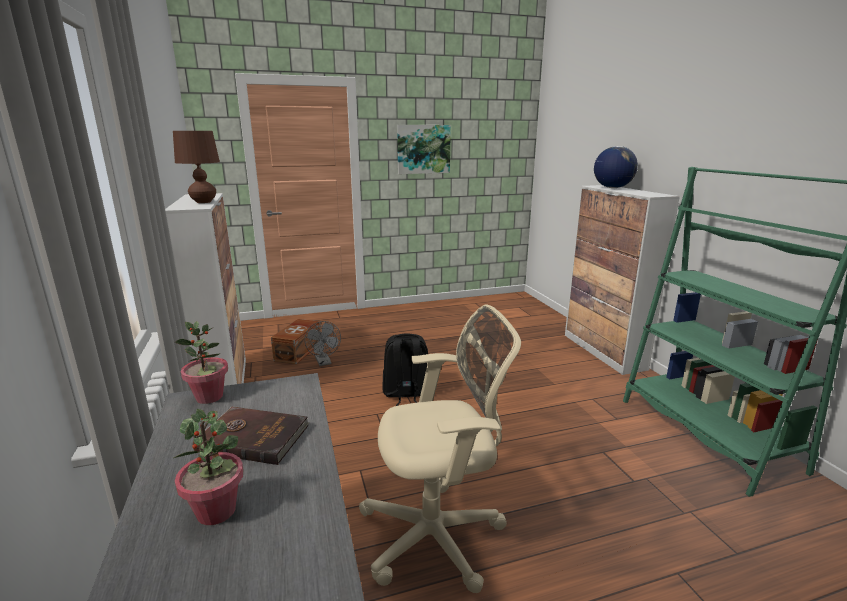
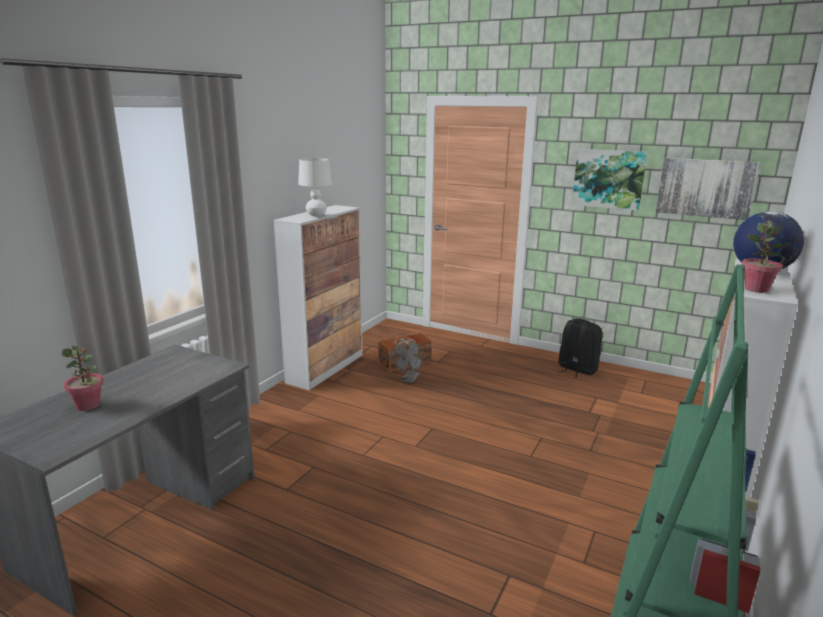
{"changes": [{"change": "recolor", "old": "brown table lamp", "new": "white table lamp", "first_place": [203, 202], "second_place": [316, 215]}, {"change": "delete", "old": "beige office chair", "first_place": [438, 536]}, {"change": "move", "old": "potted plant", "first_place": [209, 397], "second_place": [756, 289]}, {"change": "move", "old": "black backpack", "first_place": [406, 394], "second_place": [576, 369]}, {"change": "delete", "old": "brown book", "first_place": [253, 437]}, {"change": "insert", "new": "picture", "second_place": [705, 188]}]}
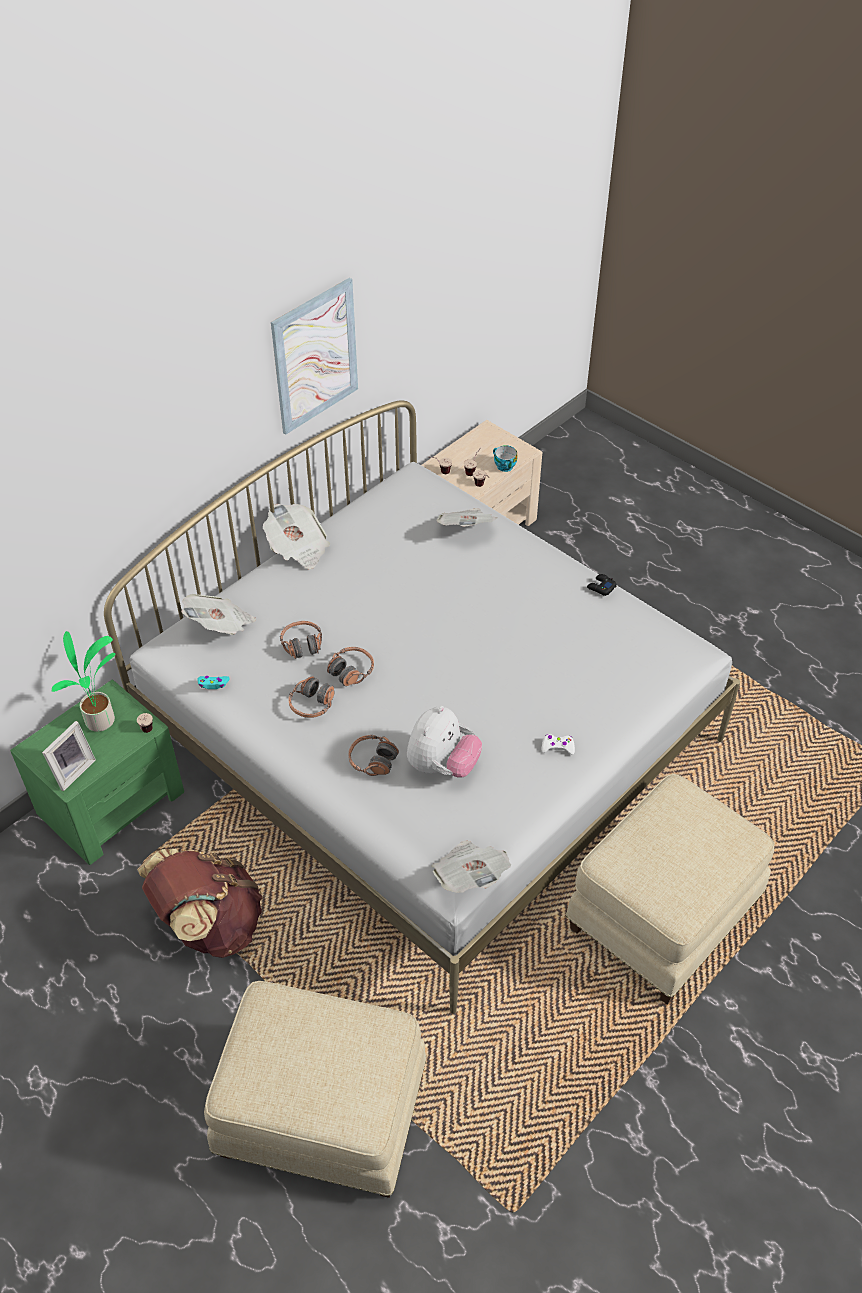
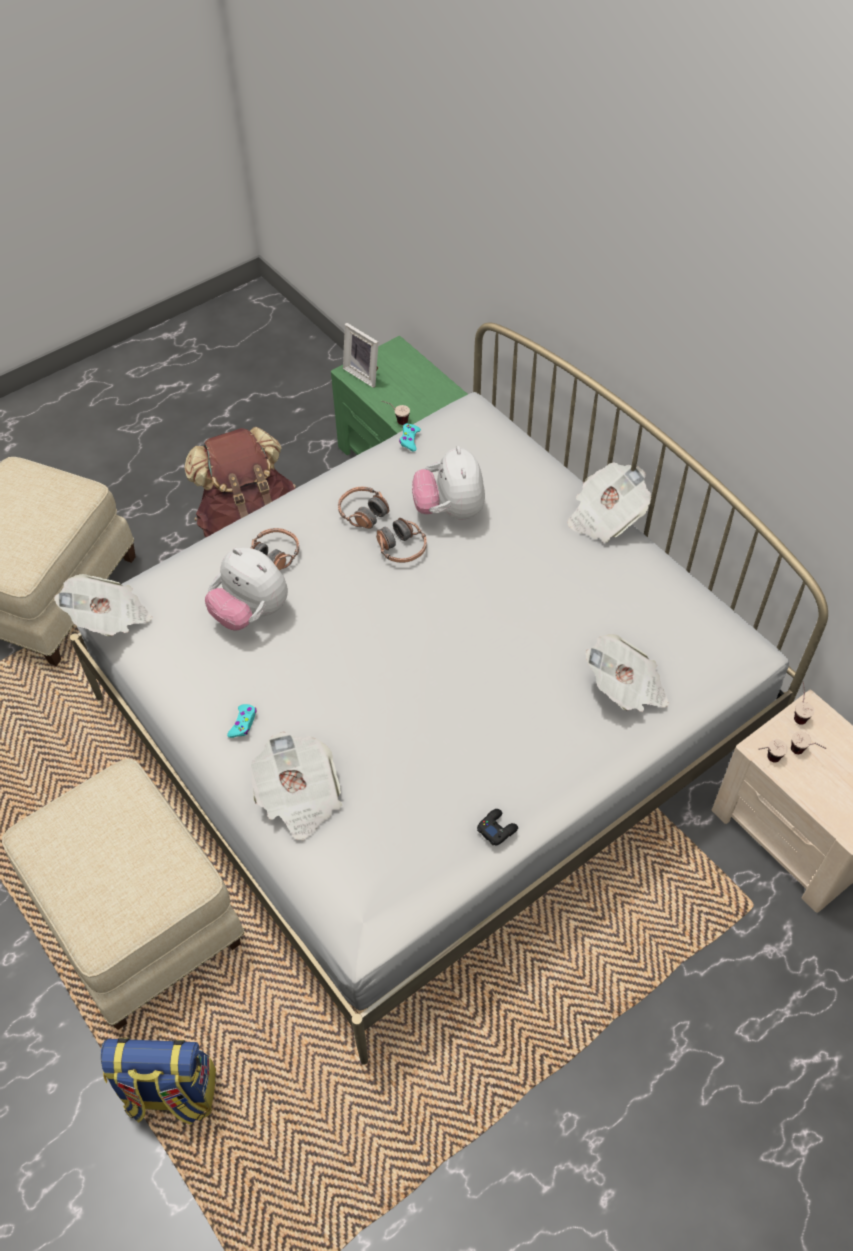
{"changes": [{"change": "delete", "old": "picture", "first_place": [315, 356]}, {"change": "delete", "old": "cup", "first_place": [503, 466]}, {"change": "move", "old": "newspaper", "first_place": [221, 626], "second_place": [299, 798]}, {"change": "replace", "old": "headphones", "new": "plush toy", "first_place": [302, 644], "second_place": [449, 510]}, {"change": "delete", "old": "potted plant", "first_place": [102, 721]}, {"change": "recolor", "old": "white game controller", "new": "turquoise game controller", "first_place": [557, 747], "second_place": [243, 723]}, {"change": "insert", "new": "backpack", "second_place": [170, 1093]}]}
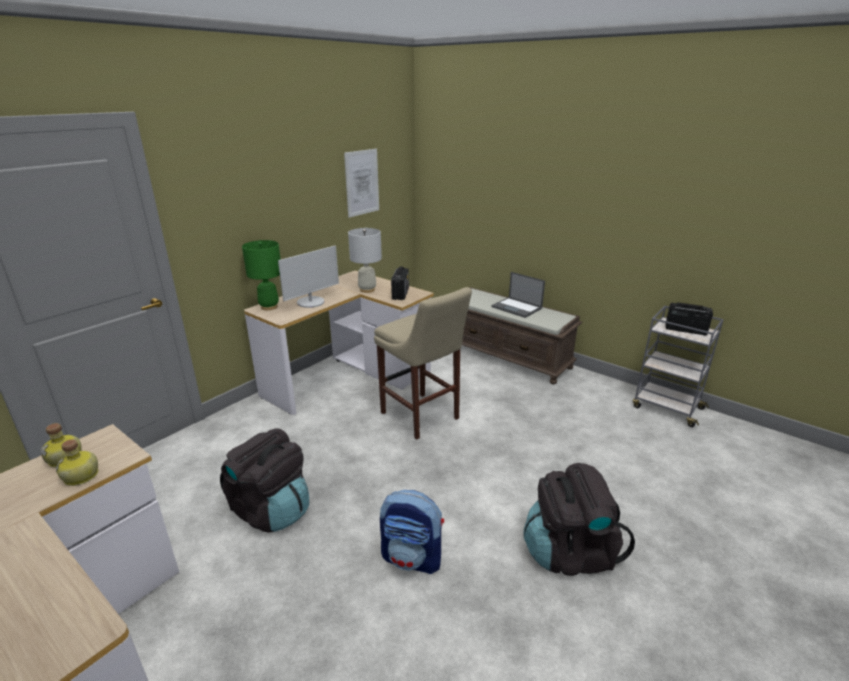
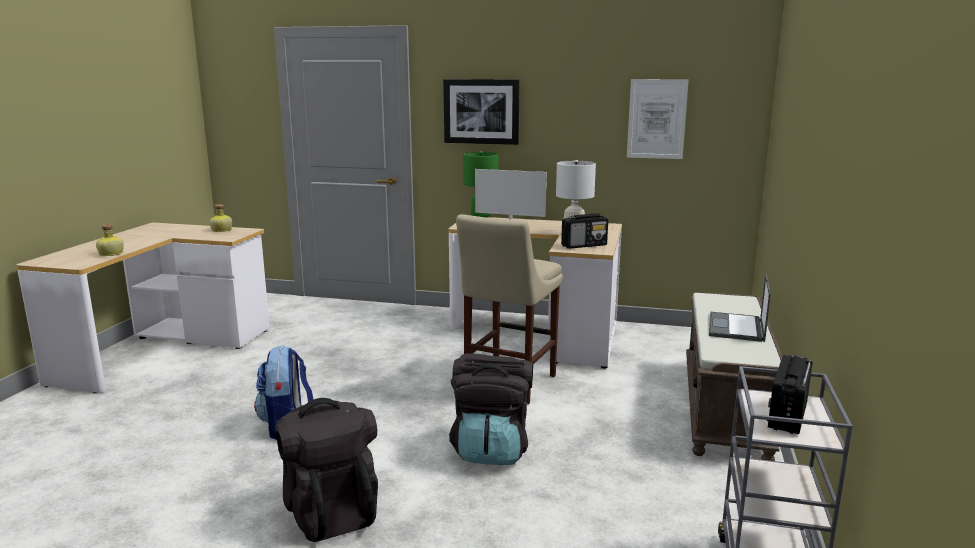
{"changes": [{"change": "rotate", "old": "radio", "first_place": [685, 330], "second_place": [787, 416], "degrees": -150}, {"change": "move", "old": "black backpack", "first_place": [271, 510], "second_place": [492, 449]}, {"change": "move", "old": "bottle", "first_place": [82, 476], "second_place": [110, 254]}, {"change": "insert", "new": "picture", "second_place": [481, 111]}]}
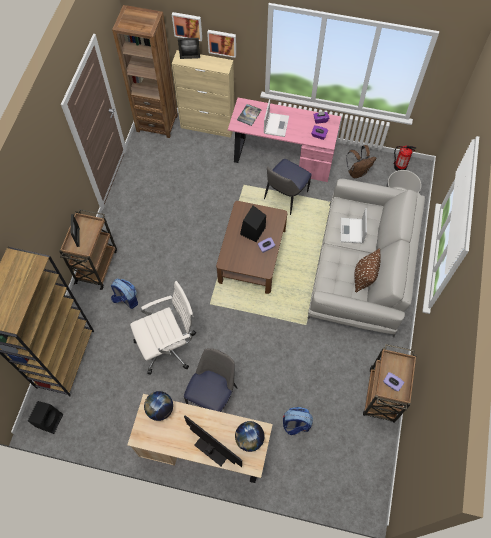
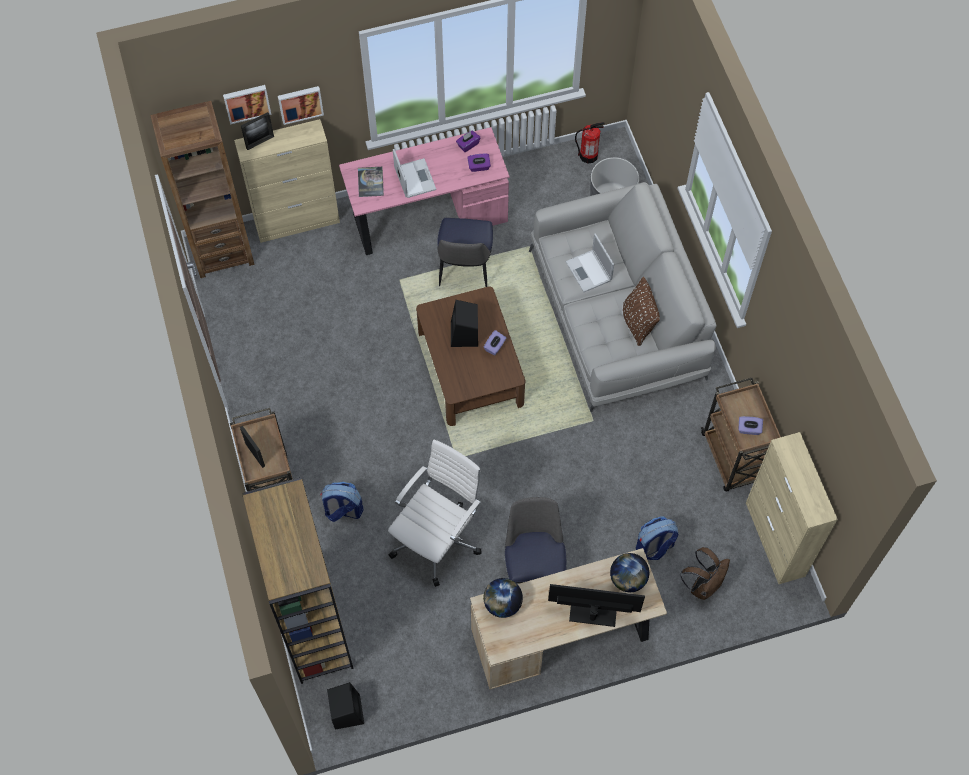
{"changes": [{"change": "move", "old": "brown backpack", "first_place": [357, 172], "second_place": [703, 584]}, {"change": "insert", "new": "beige cabinet", "second_place": [775, 540]}]}
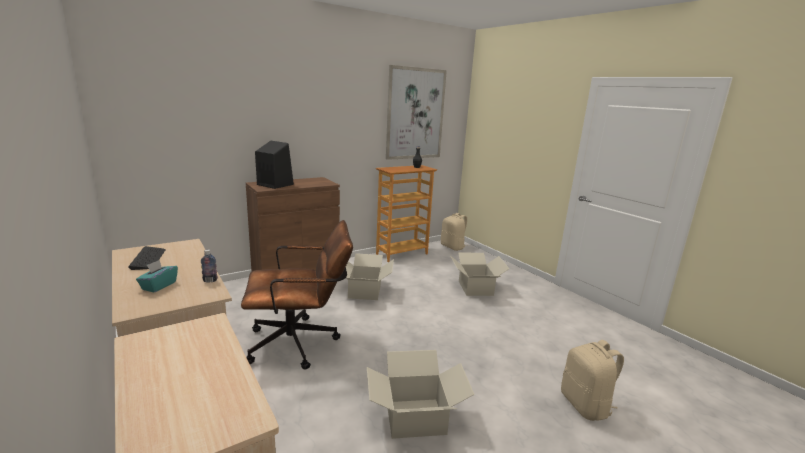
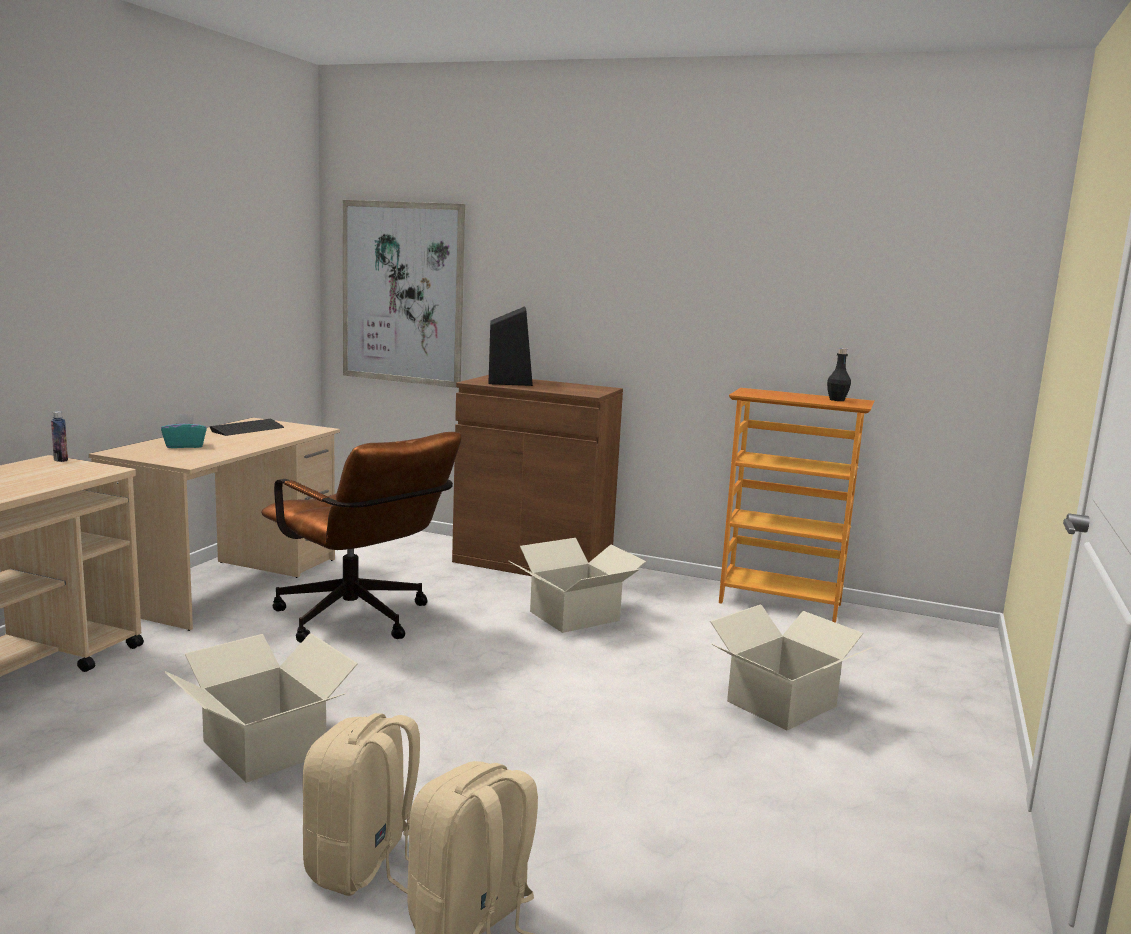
{"changes": [{"change": "move", "old": "picture", "first_place": [415, 114], "second_place": [403, 293]}, {"change": "move", "old": "beige backpack", "first_place": [453, 247], "second_place": [363, 866]}, {"change": "move", "old": "bottle", "first_place": [210, 280], "second_place": [60, 460]}]}
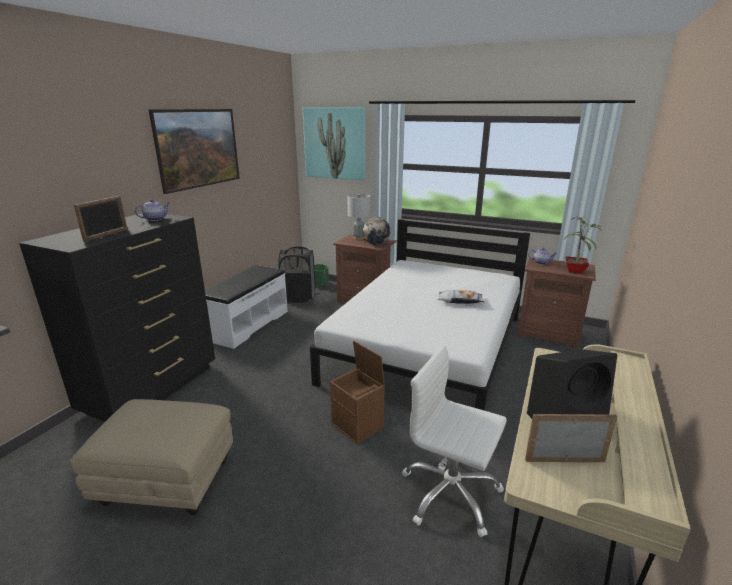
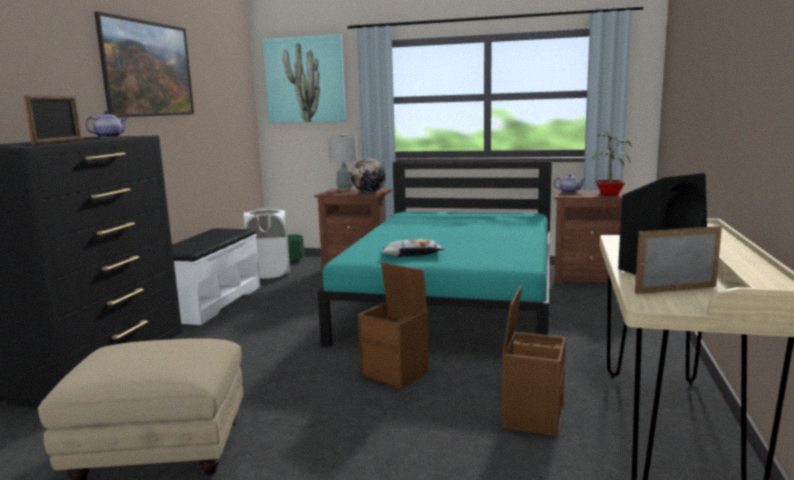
{"changes": [{"change": "recolor", "old": "white bed", "new": "turquoise bed", "first_place": [428, 348], "second_place": [454, 302]}, {"change": "recolor", "old": "black laundry basket", "new": "white laundry basket", "first_place": [299, 297], "second_place": [269, 273]}, {"change": "move", "old": "pillow", "first_place": [460, 301], "second_place": [412, 254]}, {"change": "replace", "old": "white office chair", "new": "brown storage box", "first_place": [450, 494], "second_place": [532, 415]}]}
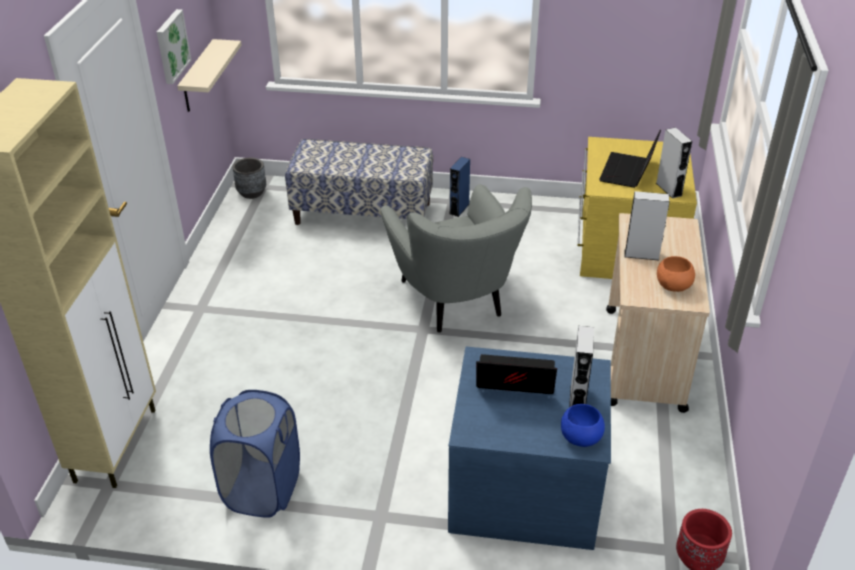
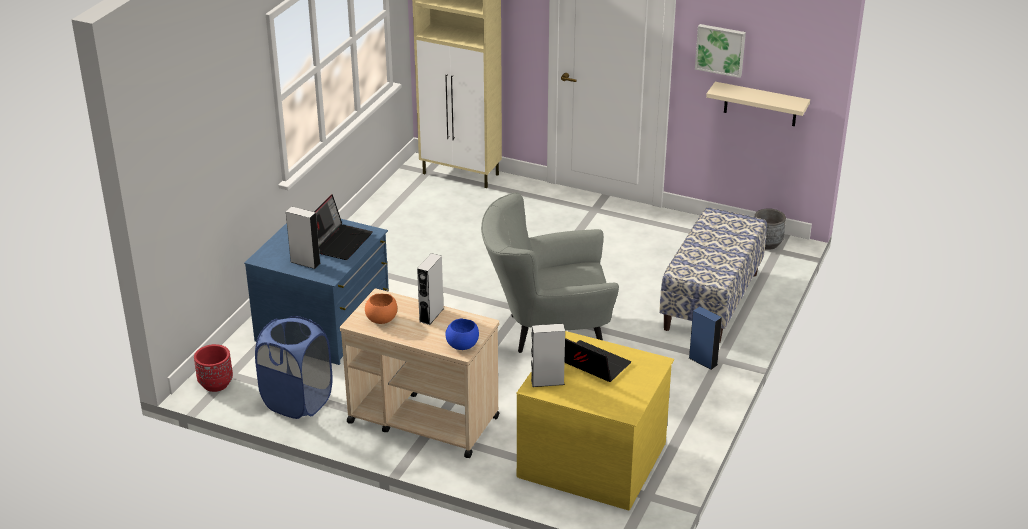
{"changes": [{"change": "move", "old": "blue laundry basket", "first_place": [262, 489], "second_place": [297, 401]}, {"change": "move", "old": "blue bowl", "first_place": [580, 436], "second_place": [463, 345]}]}
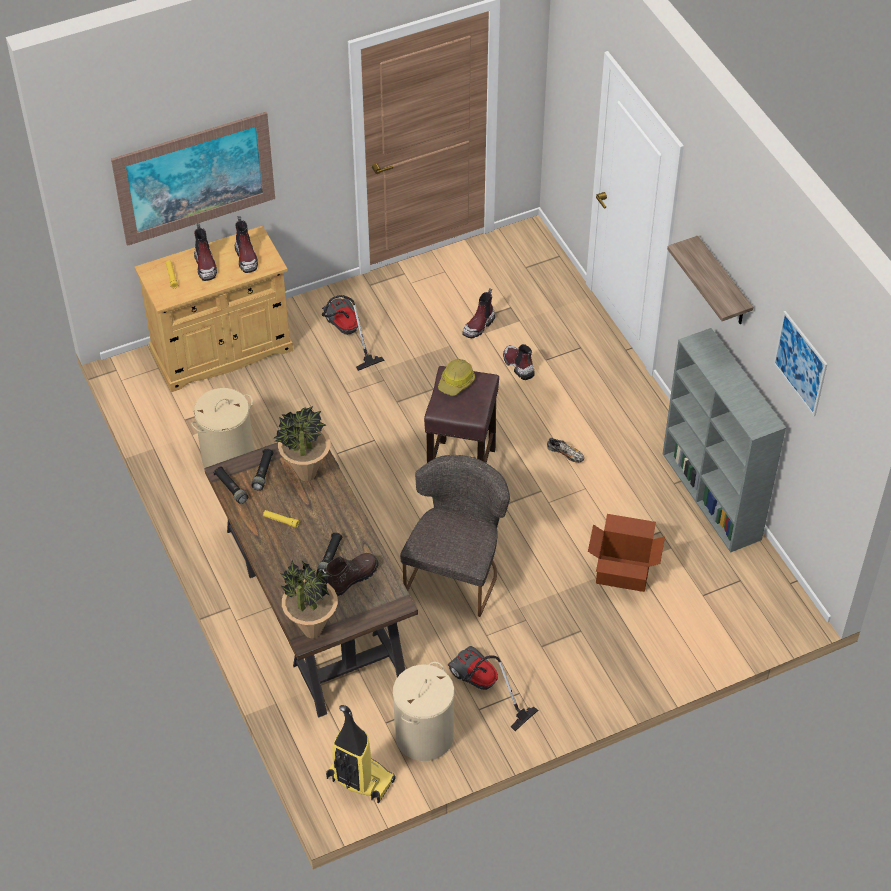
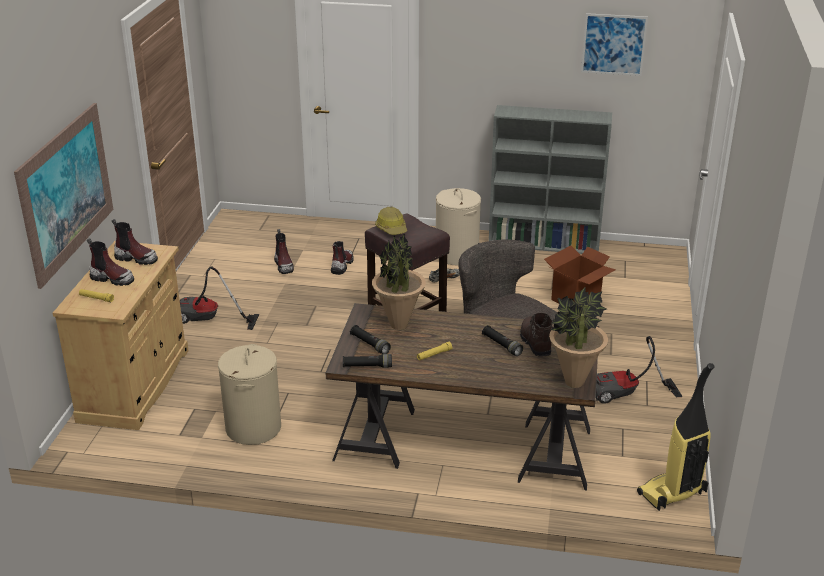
{"changes": [{"change": "delete", "old": "shelf", "first_place": [723, 284]}, {"change": "rotate", "old": "boot", "first_place": [518, 365], "second_place": [342, 265], "degrees": 105}, {"change": "move", "old": "beige laundry basket", "first_place": [424, 735], "second_place": [456, 255]}]}
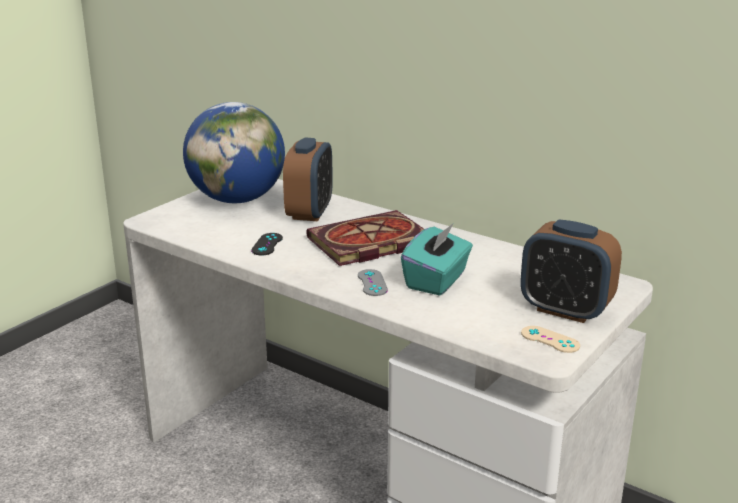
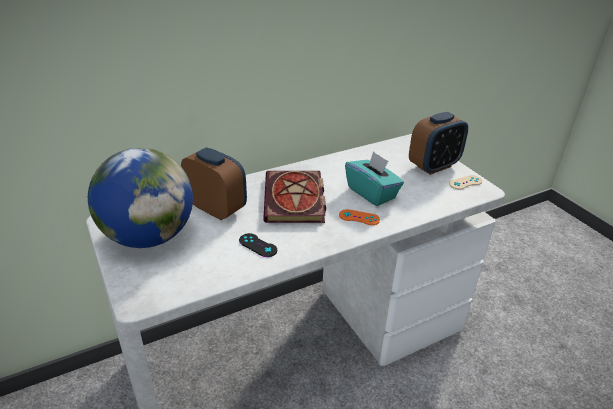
{"changes": [{"change": "recolor", "old": "grey game controller", "new": "orange game controller", "first_place": [372, 283], "second_place": [359, 217]}]}
